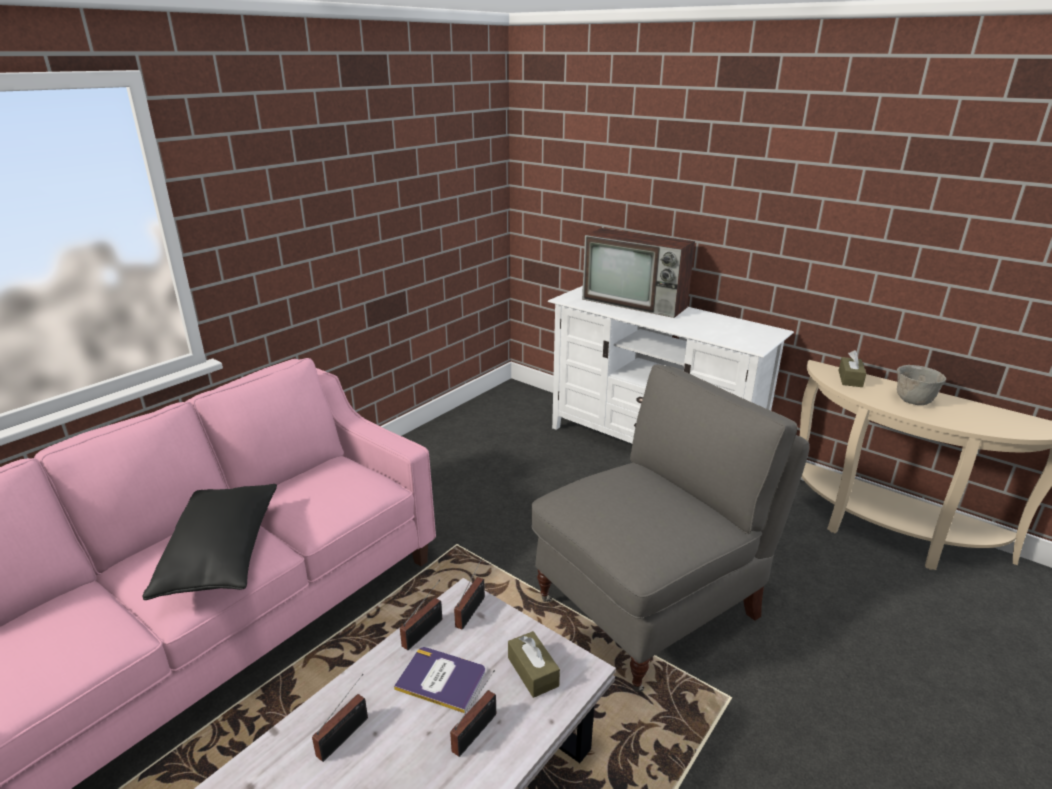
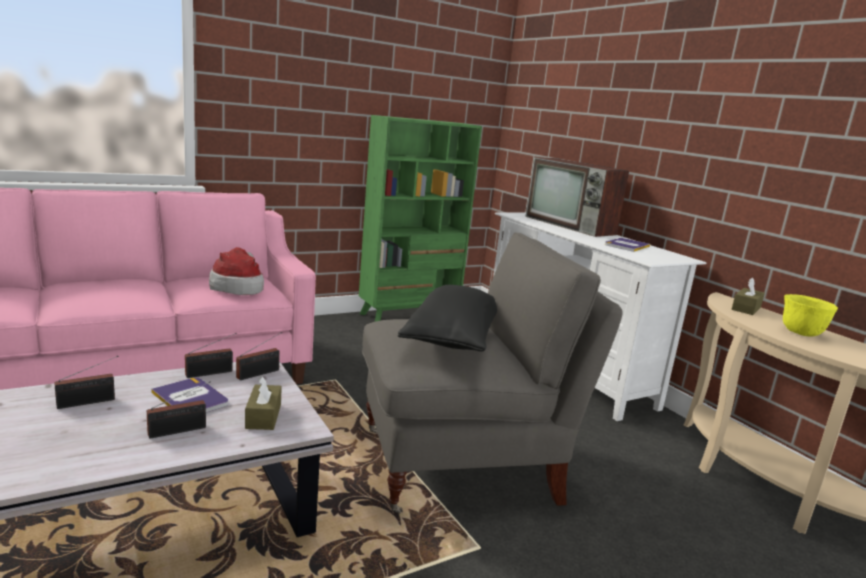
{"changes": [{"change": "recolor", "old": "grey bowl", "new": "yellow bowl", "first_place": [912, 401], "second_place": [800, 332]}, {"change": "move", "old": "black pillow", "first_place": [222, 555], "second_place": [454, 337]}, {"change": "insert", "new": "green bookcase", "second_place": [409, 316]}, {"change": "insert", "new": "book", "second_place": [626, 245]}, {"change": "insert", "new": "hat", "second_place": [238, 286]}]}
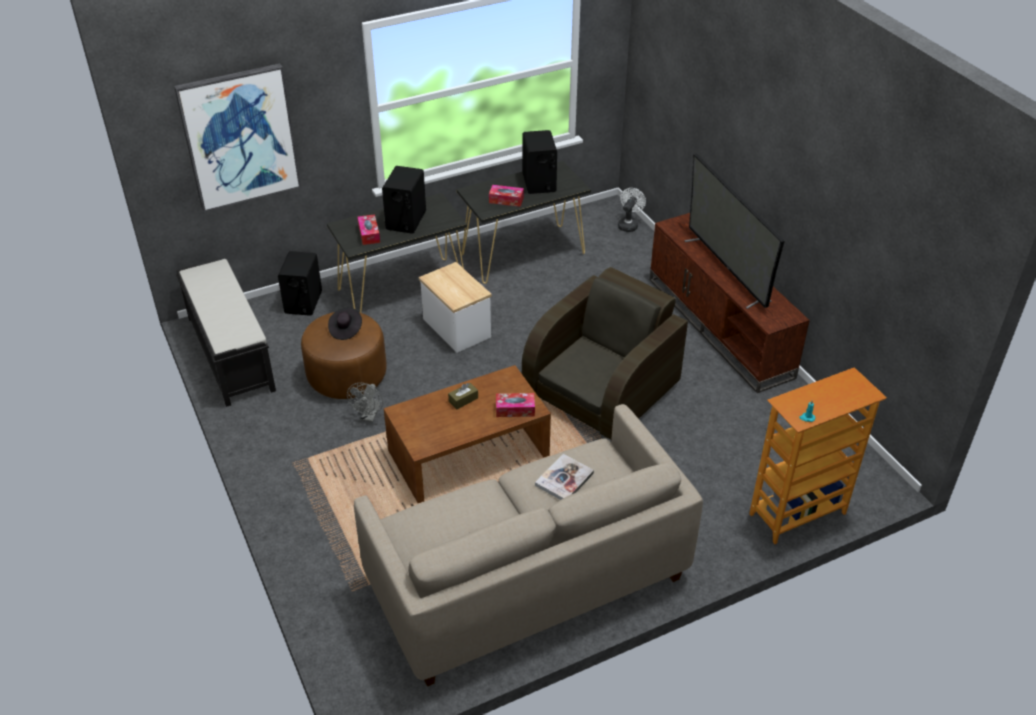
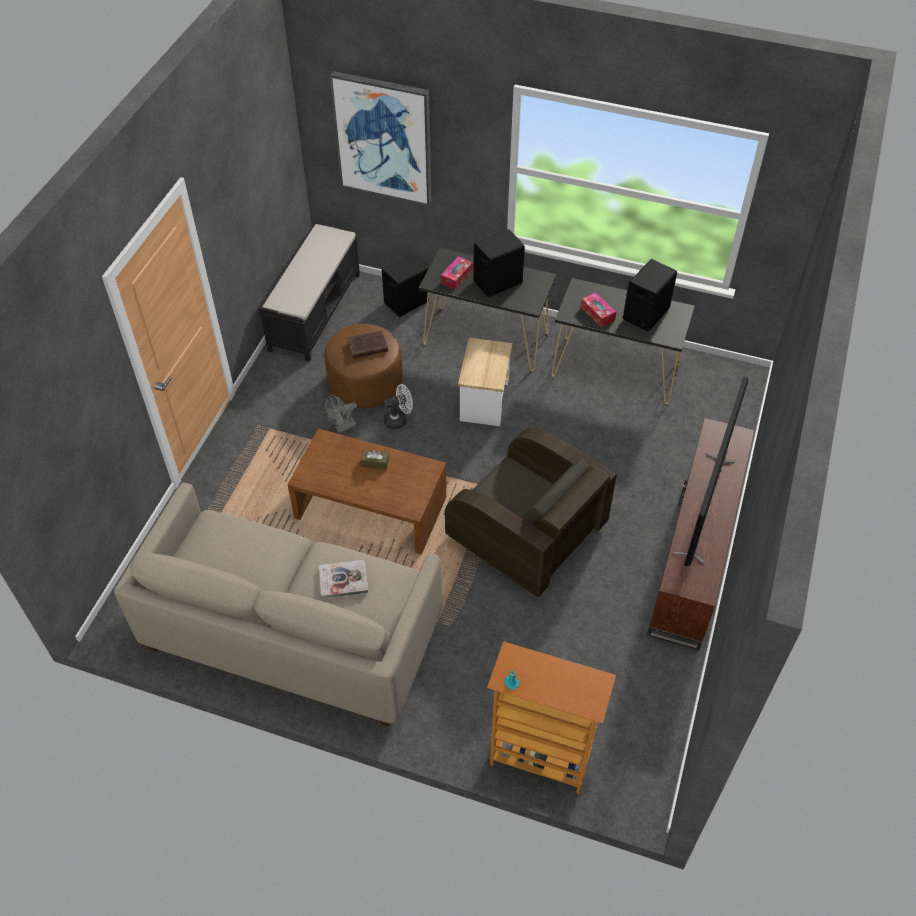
{"changes": [{"change": "move", "old": "white fan", "first_place": [629, 224], "second_place": [398, 419]}, {"change": "rotate", "old": "brown armchair", "first_place": [602, 389], "second_place": [527, 532], "degrees": 45}, {"change": "replace", "old": "black hat", "new": "brown book", "first_place": [345, 330], "second_place": [366, 347]}, {"change": "delete", "old": "tissue box", "first_place": [515, 409]}]}
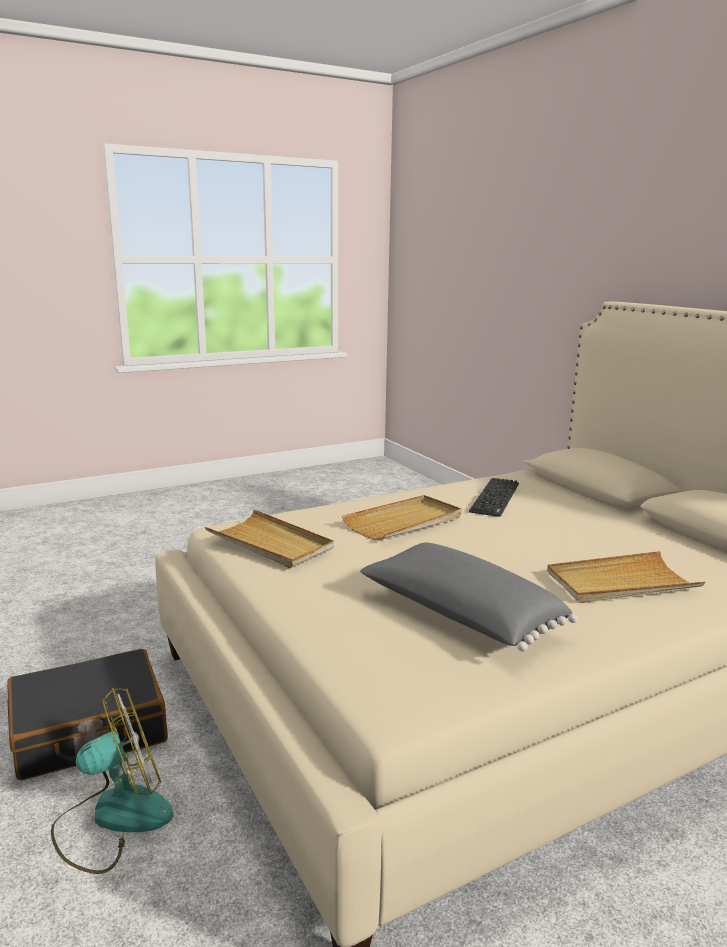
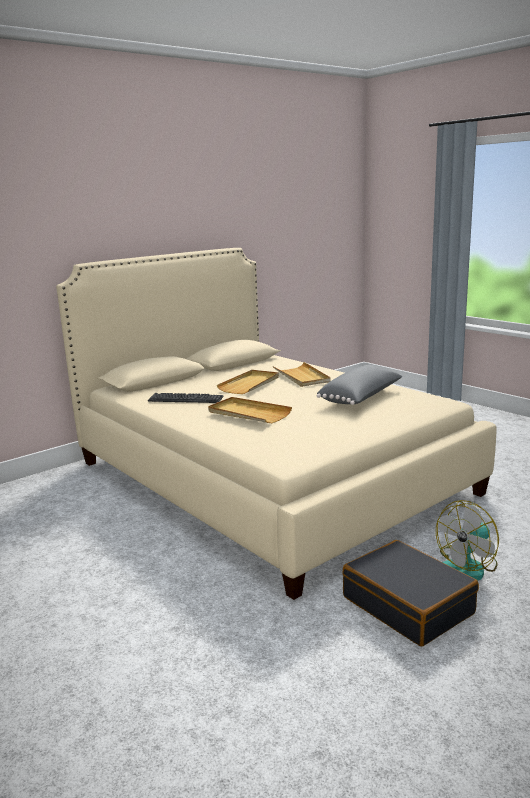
{"changes": [{"change": "move", "old": "beige tray", "first_place": [270, 543], "second_place": [250, 384]}, {"change": "rotate", "old": "fan", "first_place": [113, 818], "second_place": [466, 567], "degrees": -90}]}
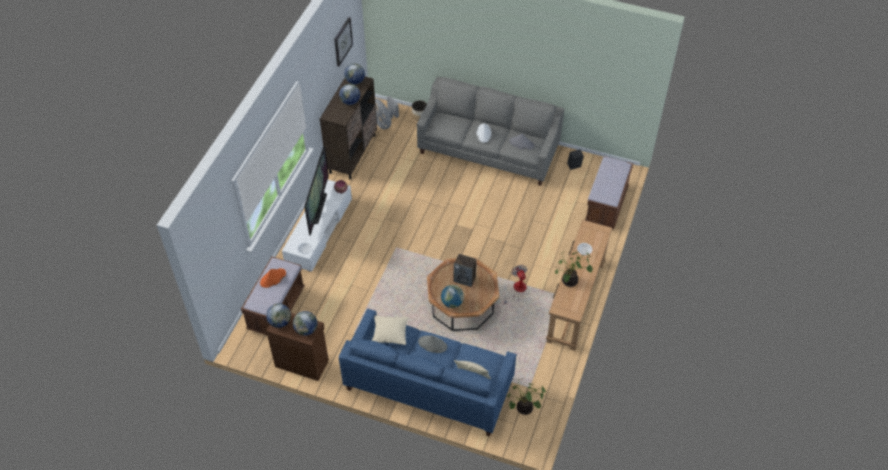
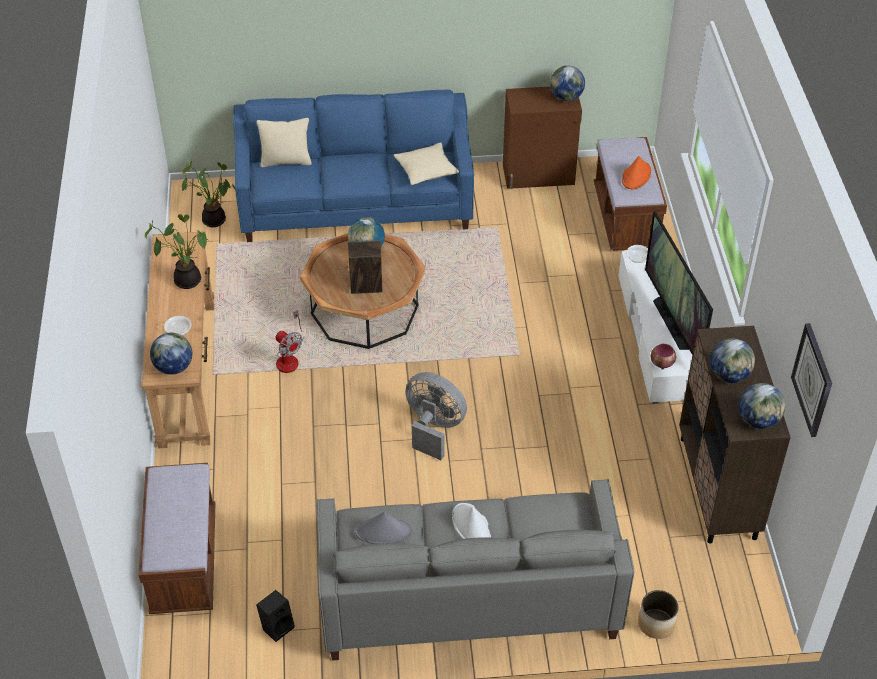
{"changes": [{"change": "move", "old": "grey fan", "first_place": [383, 123], "second_place": [433, 428]}, {"change": "move", "old": "globe", "first_place": [306, 330], "second_place": [173, 367]}, {"change": "delete", "old": "grey hat", "first_place": [432, 344]}]}
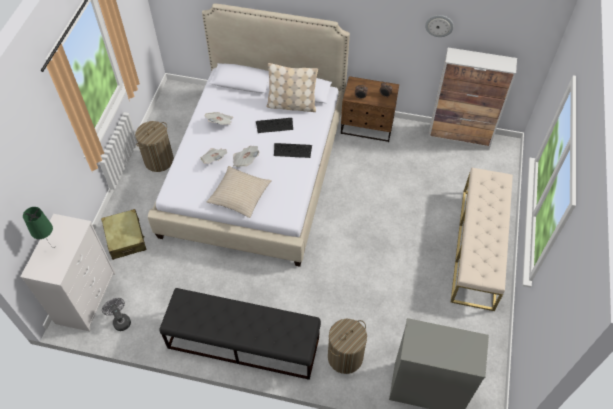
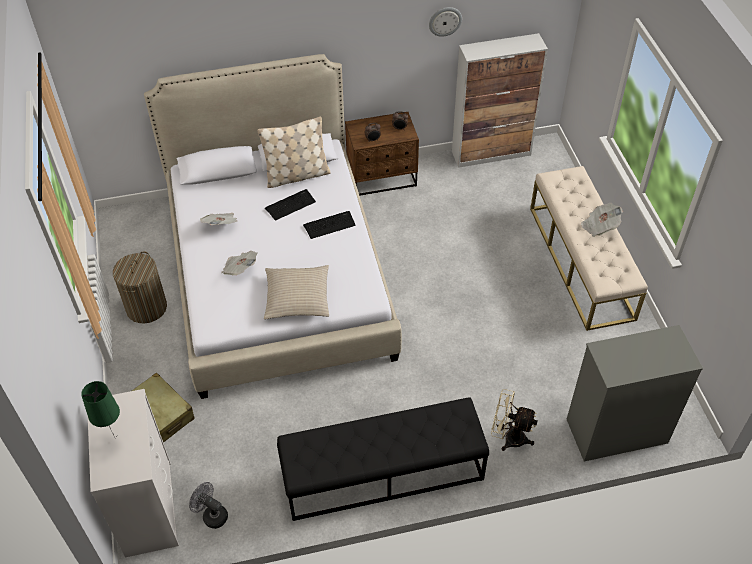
{"changes": [{"change": "move", "old": "newspaper", "first_place": [245, 161], "second_place": [599, 226]}, {"change": "replace", "old": "laundry basket", "new": "beige fan", "first_place": [345, 357], "second_place": [509, 437]}]}
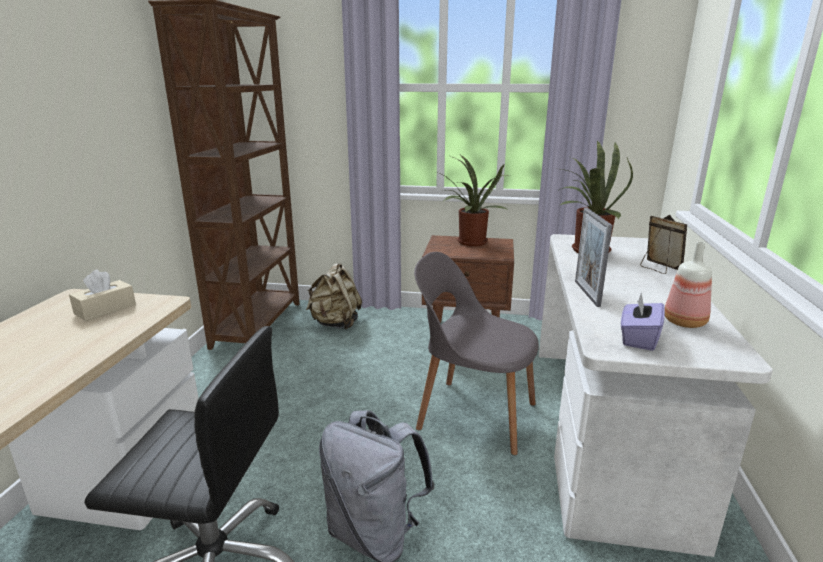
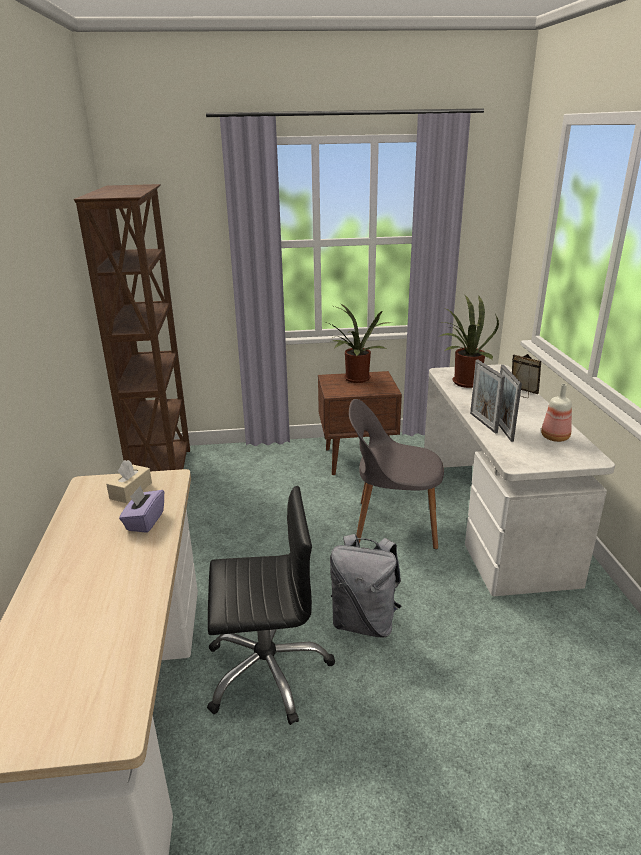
{"changes": [{"change": "delete", "old": "beige backpack", "first_place": [336, 323]}, {"change": "move", "old": "purple tissue box", "first_place": [638, 338], "second_place": [144, 521]}, {"change": "insert", "new": "picture frame", "second_place": [503, 430]}]}
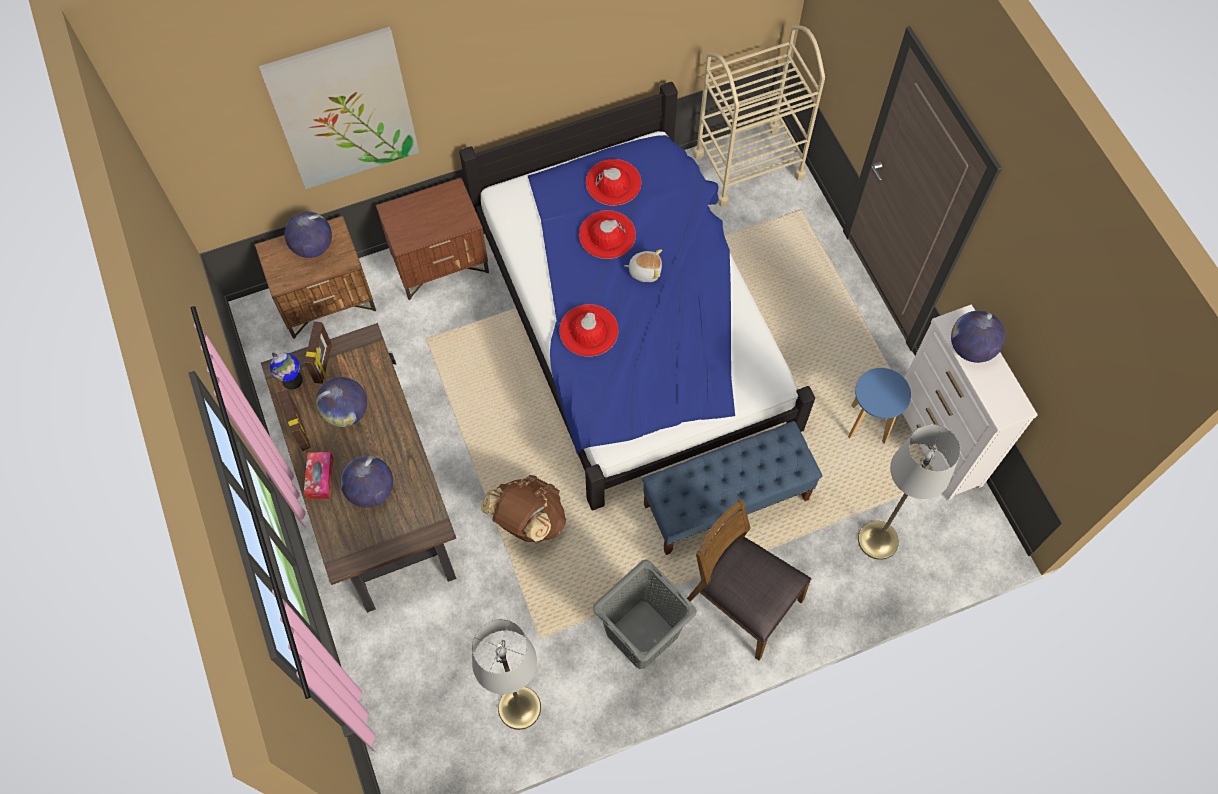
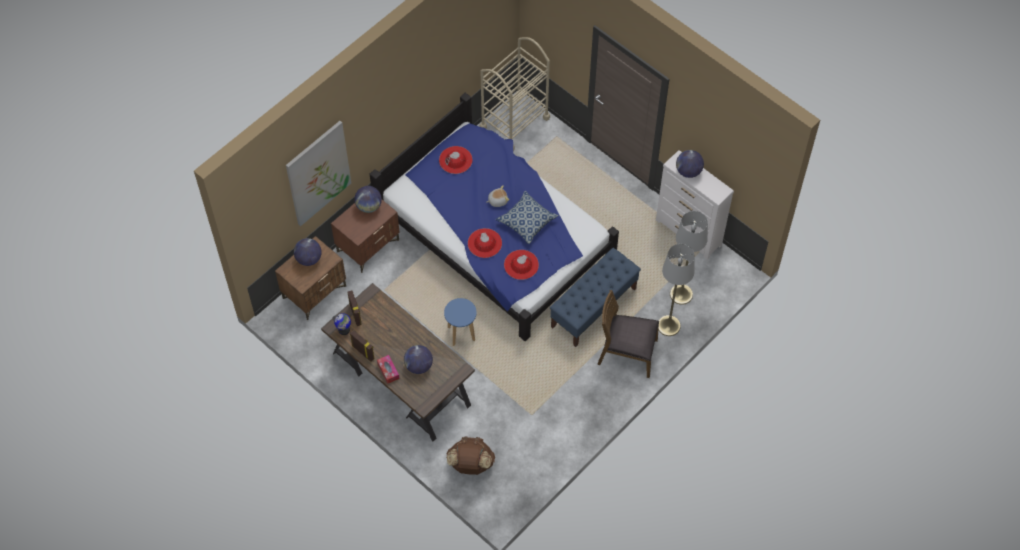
{"changes": [{"change": "move", "old": "red hat", "first_place": [607, 235], "second_place": [521, 265]}, {"change": "move", "old": "blue stool", "first_place": [868, 424], "second_place": [461, 333]}, {"change": "move", "old": "globe", "first_place": [346, 412], "second_place": [369, 206]}, {"change": "move", "old": "brown backpack", "first_place": [528, 521], "second_place": [470, 464]}, {"change": "delete", "old": "grey laundry basket", "first_place": [641, 633]}, {"change": "move", "old": "grey floor lamp", "first_place": [519, 707], "second_place": [668, 325]}, {"change": "insert", "new": "pillow", "second_place": [527, 221]}]}
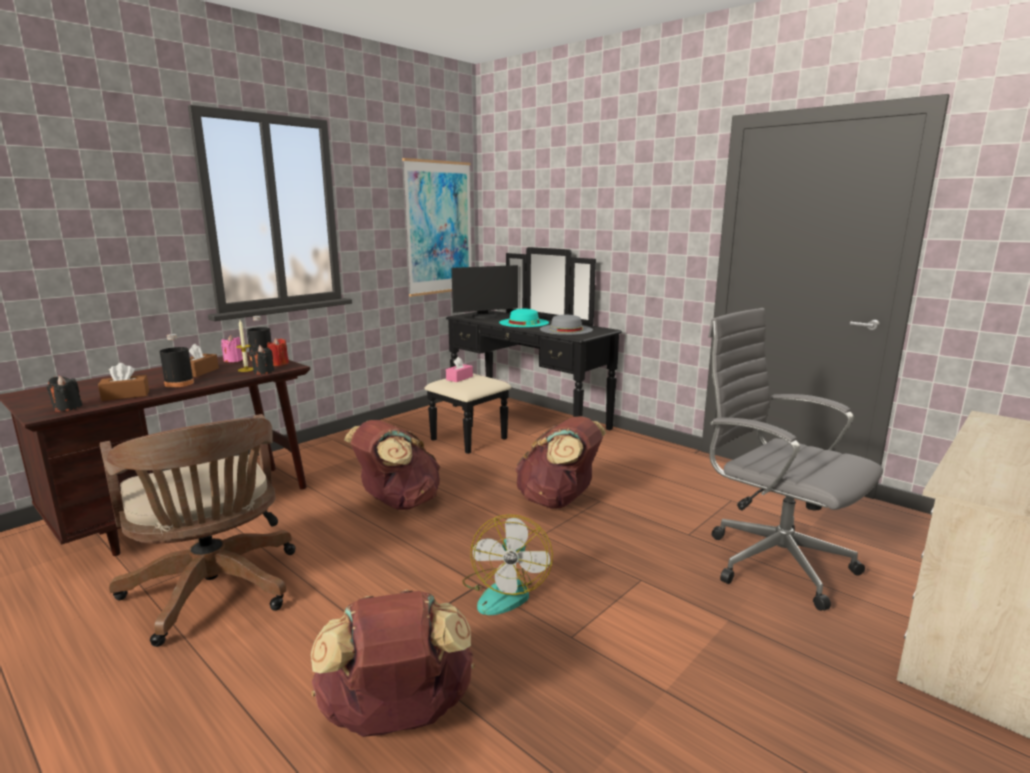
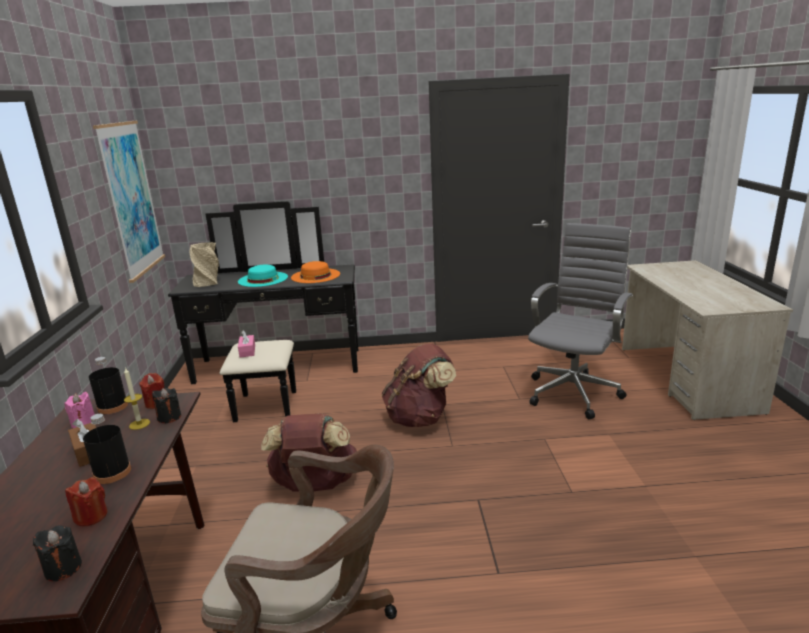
{"changes": [{"change": "replace", "old": "monitor", "new": "beige vase", "first_place": [485, 316], "second_place": [208, 283]}, {"change": "rotate", "old": "grey office chair", "first_place": [772, 561], "second_place": [574, 392], "degrees": 120}, {"change": "recolor", "old": "grey hat", "new": "orange hat", "first_place": [566, 329], "second_place": [315, 275]}, {"change": "replace", "old": "brown tissue box", "new": "red candle", "first_place": [126, 395], "second_place": [91, 516]}, {"change": "delete", "old": "fan", "first_place": [504, 591]}, {"change": "delete", "old": "brown backpack", "first_place": [397, 717]}]}
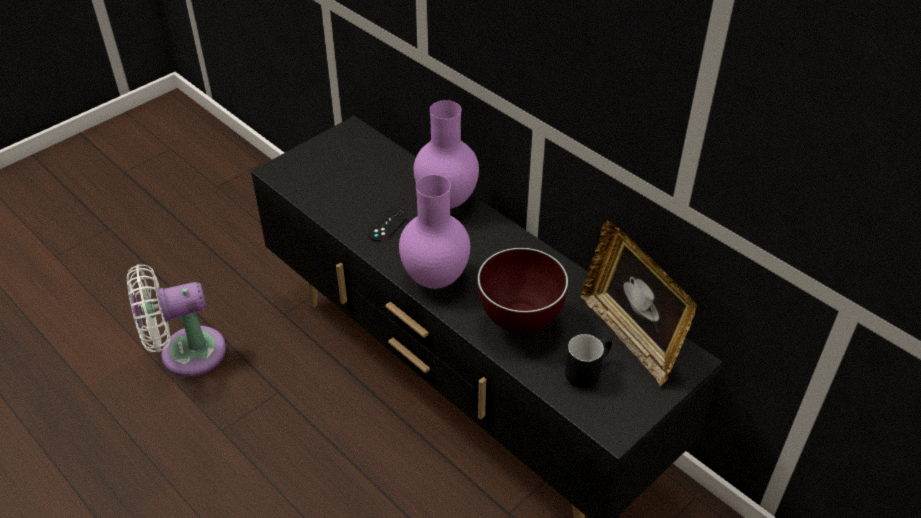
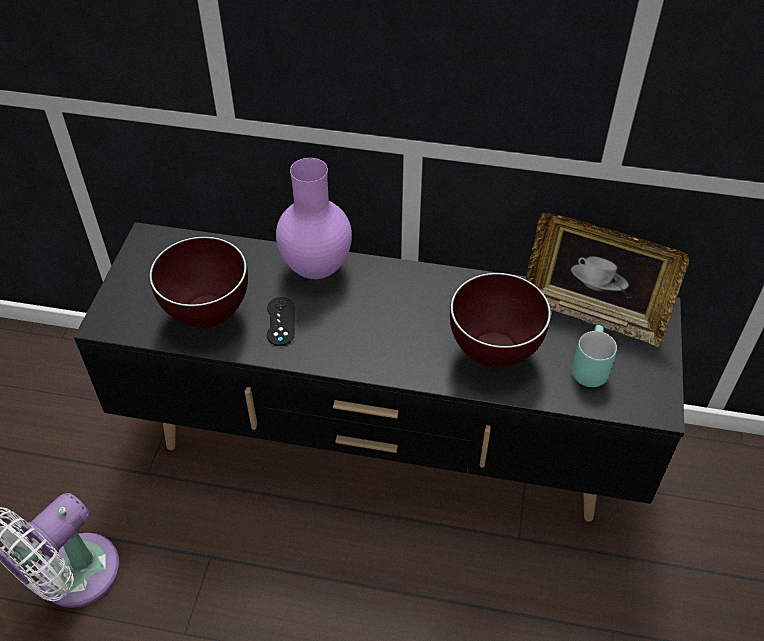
{"changes": [{"change": "delete", "old": "purple vase", "first_place": [434, 278]}, {"change": "recolor", "old": "black mug", "new": "turquoise mug", "first_place": [586, 370], "second_place": [587, 367]}, {"change": "insert", "new": "brown bowl", "second_place": [209, 314]}]}
